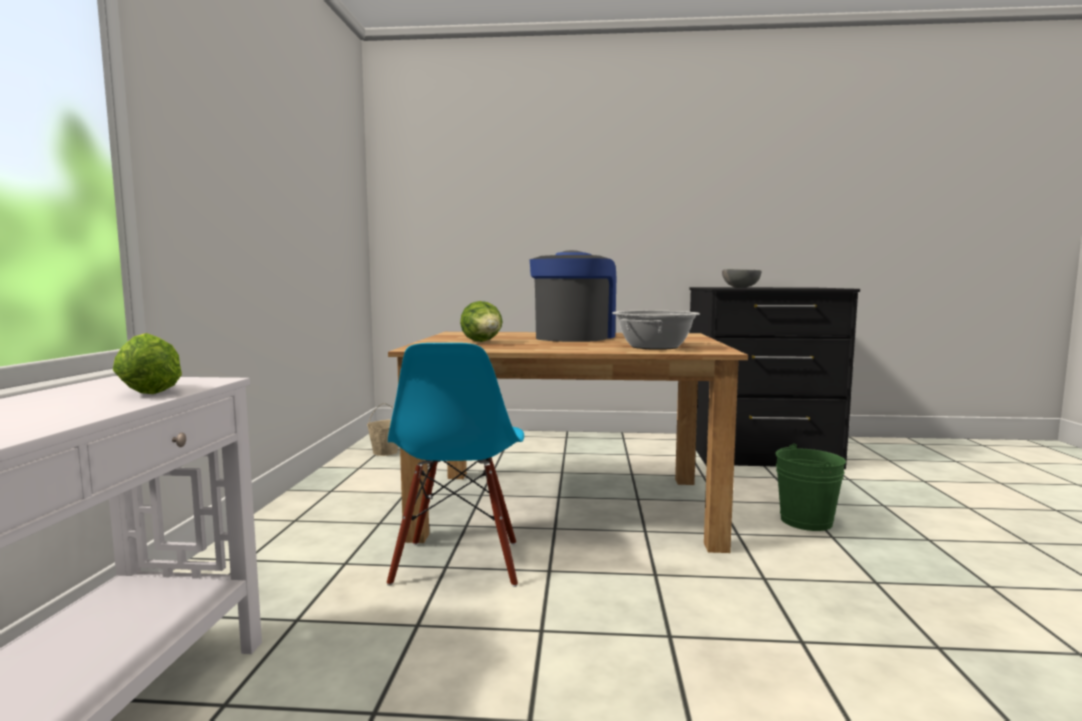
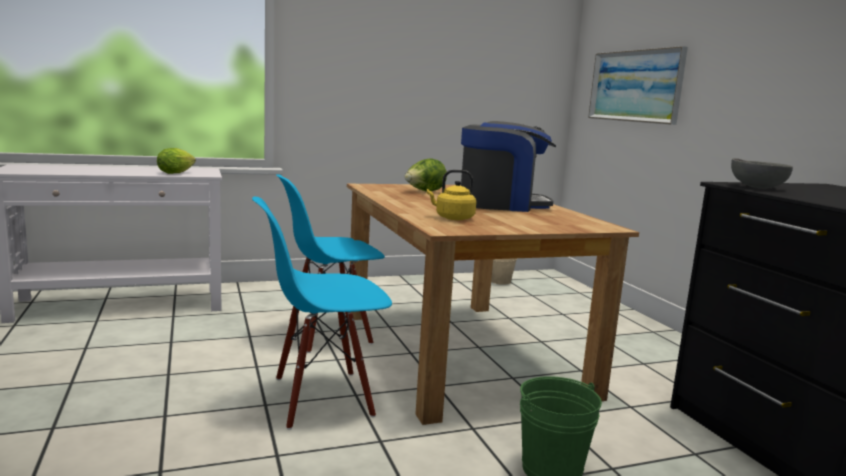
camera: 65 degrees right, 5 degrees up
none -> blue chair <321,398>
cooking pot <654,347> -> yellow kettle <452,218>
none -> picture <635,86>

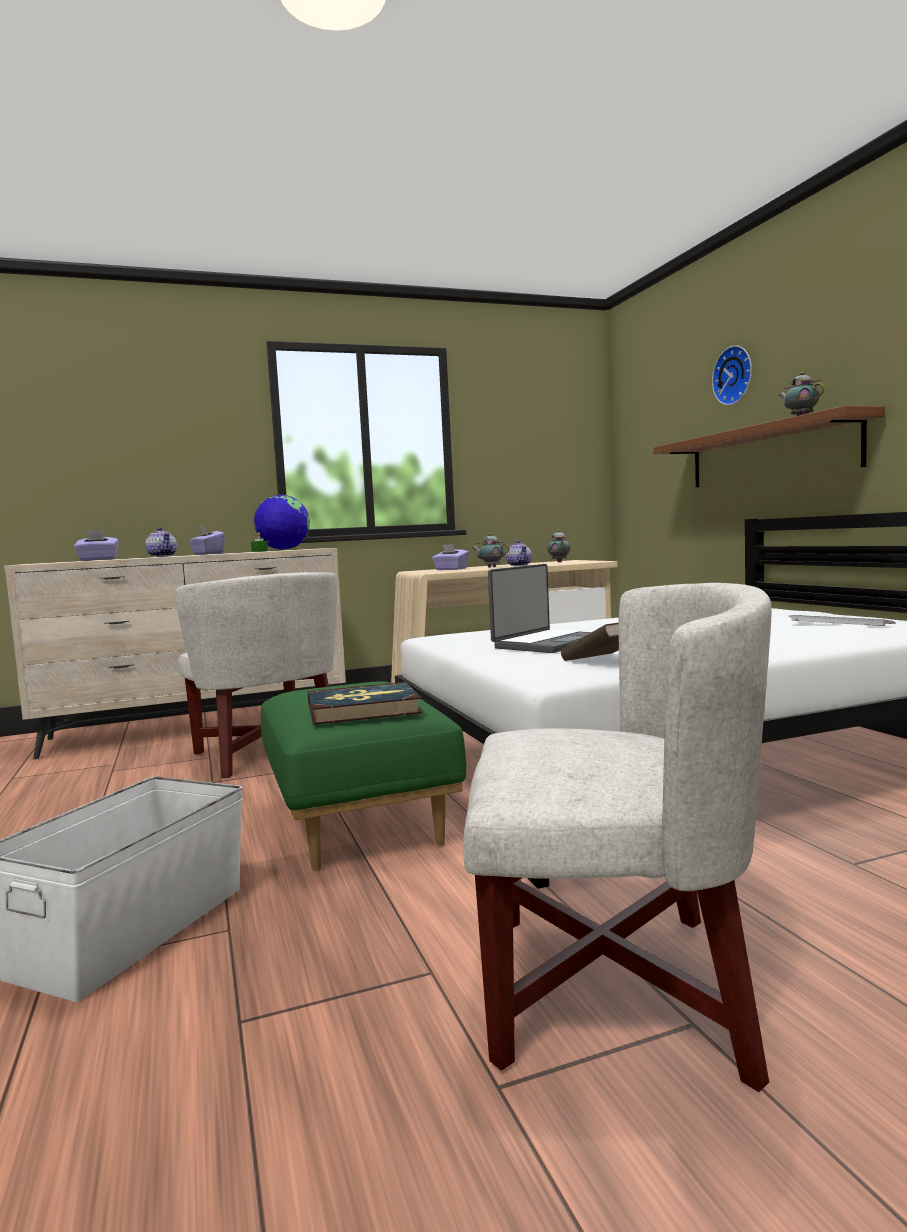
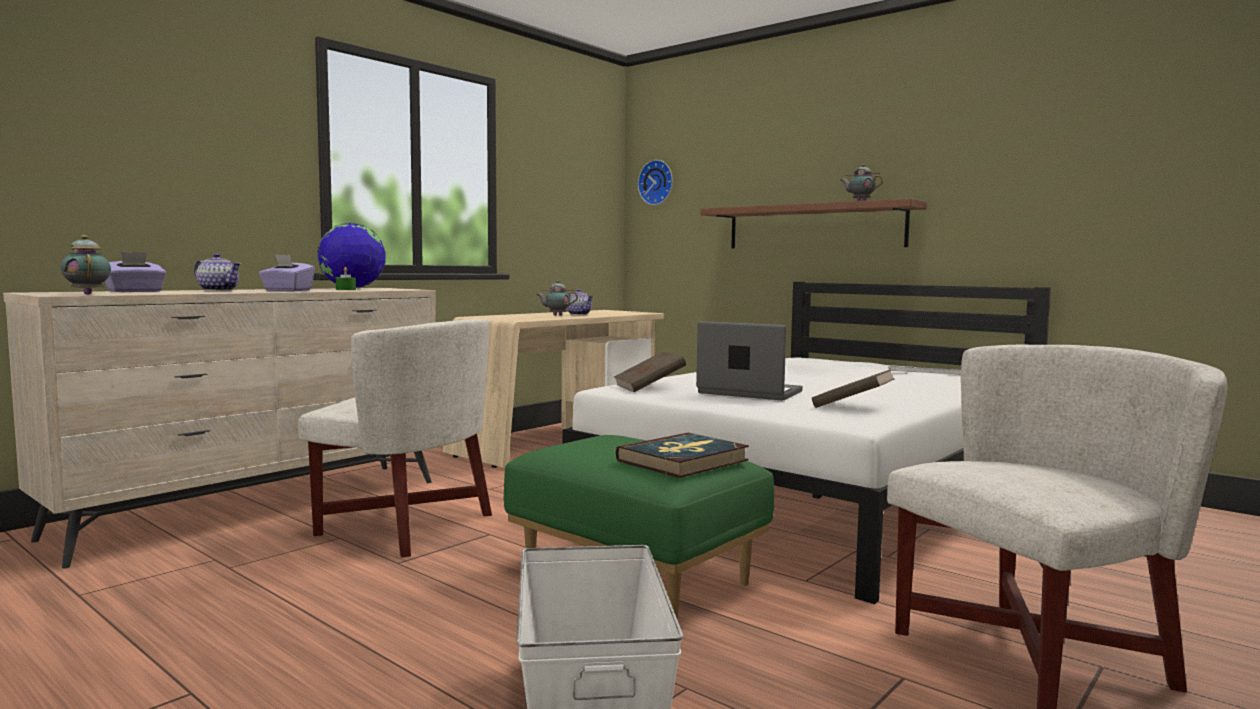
camera: 30 degrees left, 0 degrees up
teapot <559,562> -> teapot <88,294>, shifted
none -> brown book <649,387>
wall clock <735,375> -> wall clock <657,182>, shifted
laptop <548,643> -> laptop <749,393>, 75 degrees counterclockwise
purple tissue box <451,569> -> none

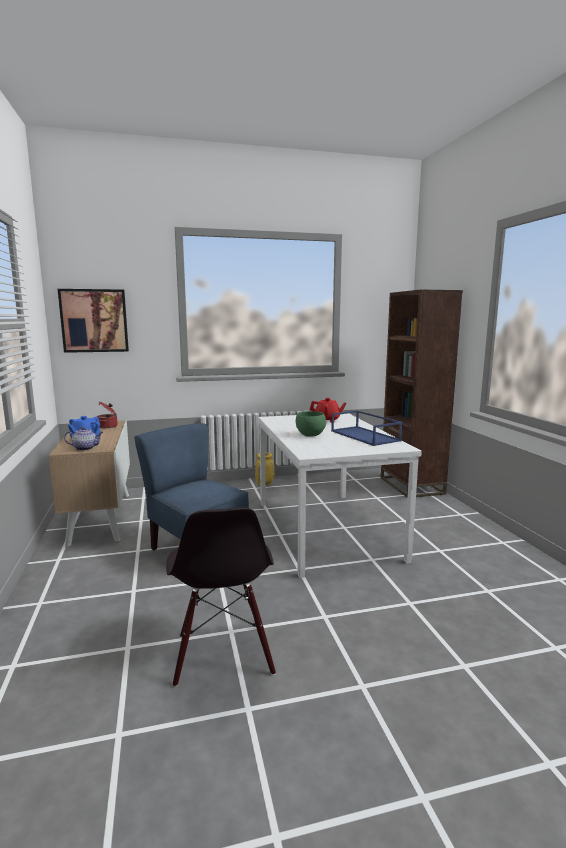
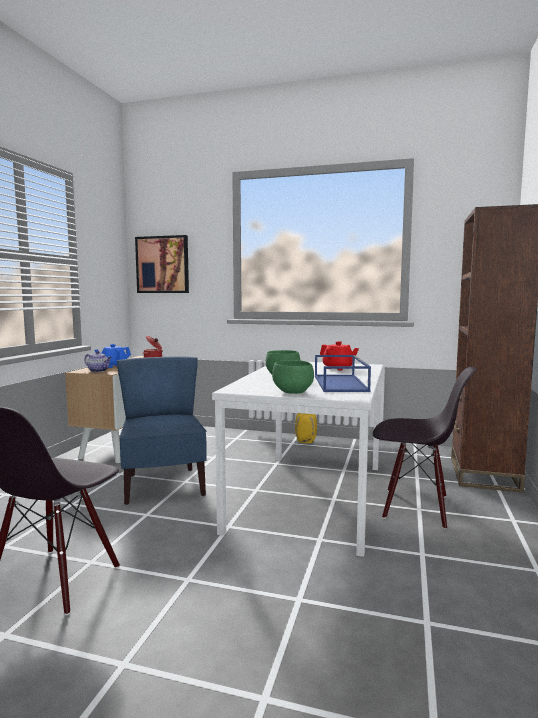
camera: 30 degrees right, 5 degrees down
none -> green bowl <294,392>
none -> black chair <416,507>

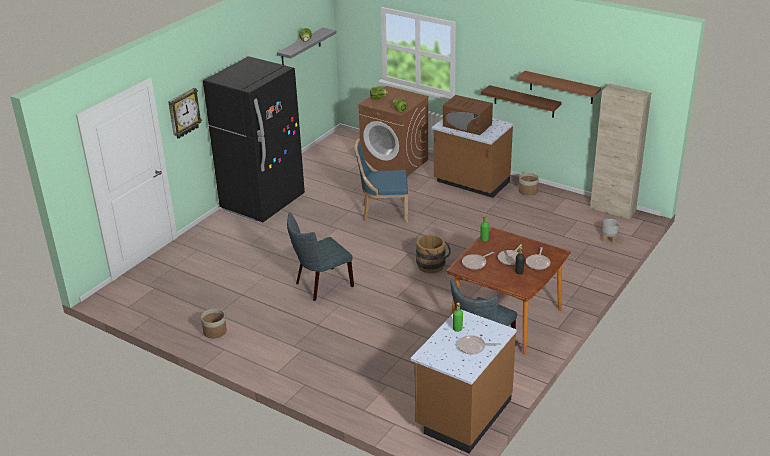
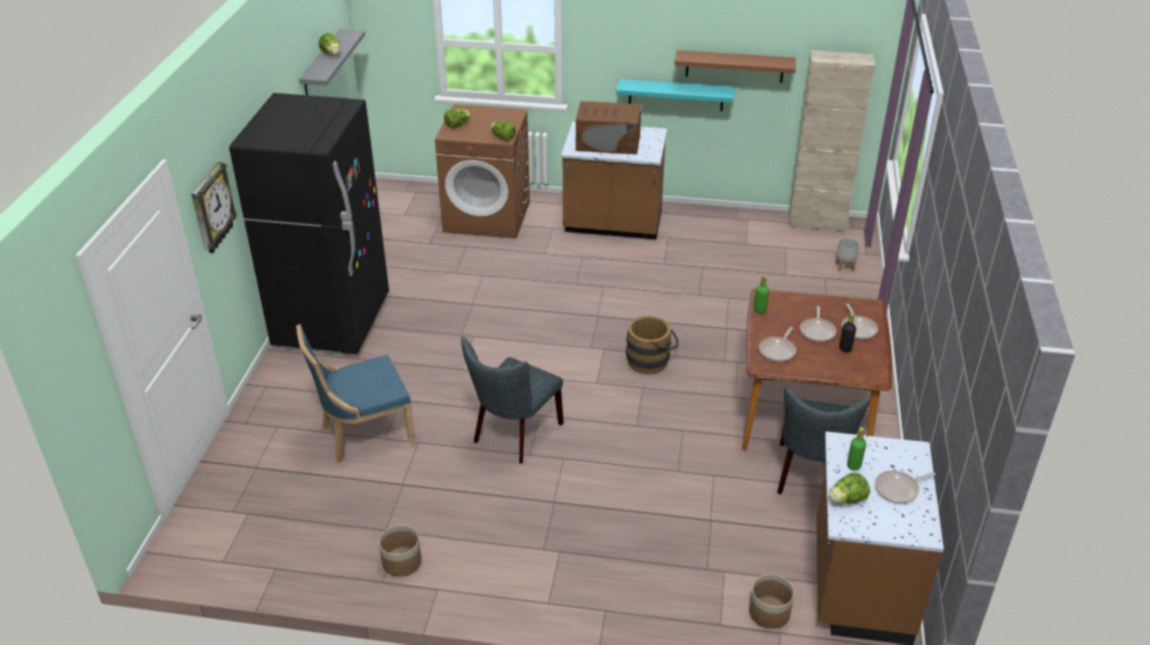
camera: 25 degrees left, 5 degrees up
blue chair <383,212> -> blue chair <364,435>, shifted
brown shelf <524,101> -> turquoise shelf <676,95>
planter <528,191> -> planter <769,613>, shifted
none -> lettuce <847,500>

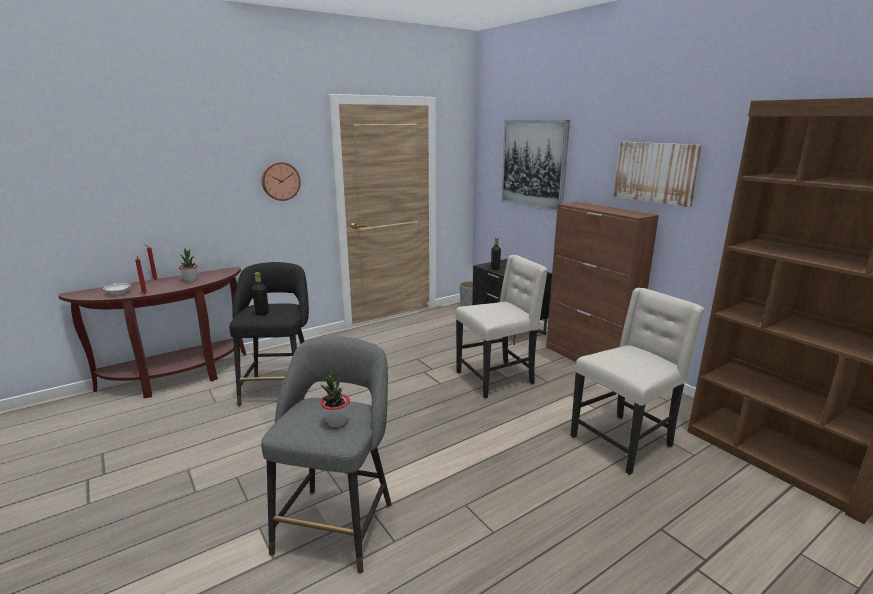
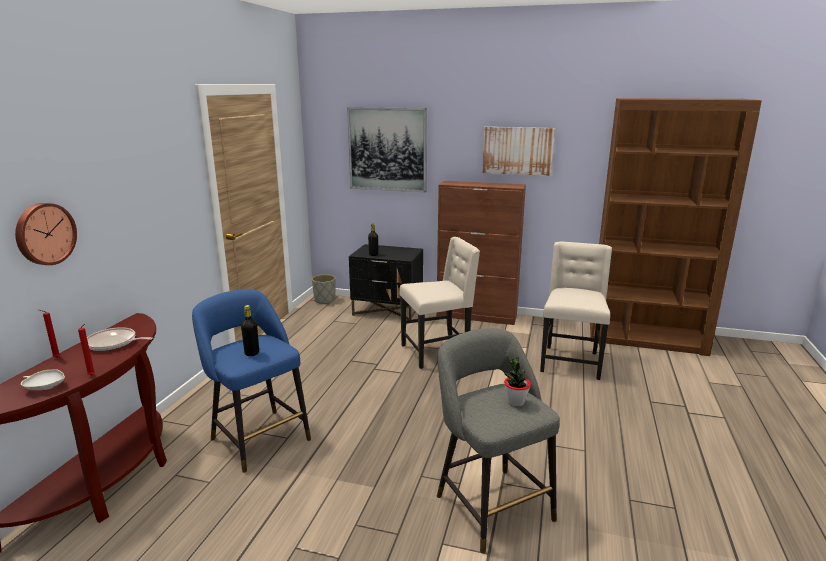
camera: 40 degrees left, 0 degrees up
wall clock <280,181> -> wall clock <44,234>, shifted
potted plant <190,280> -> frying pan <113,343>
black stool <279,387> -> blue stool <258,437>
beige chair <496,378> -> beige chair <437,352>, 45 degrees clockwise

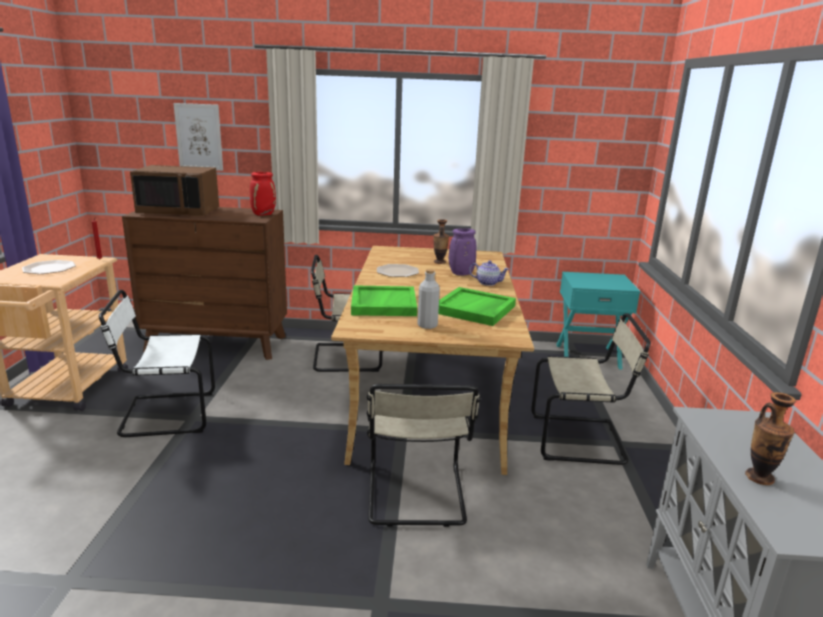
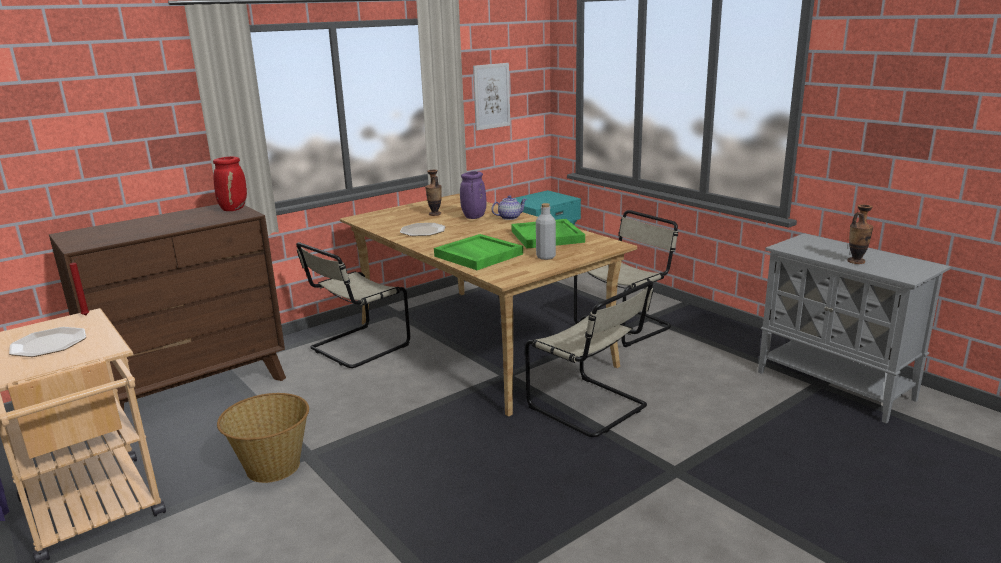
camera: 40 degrees left, 0 degrees up
white chair <164,414> -> basket <272,467>
picture <199,137> -> picture <491,96>, shifted
brown microwave <179,211> -> none

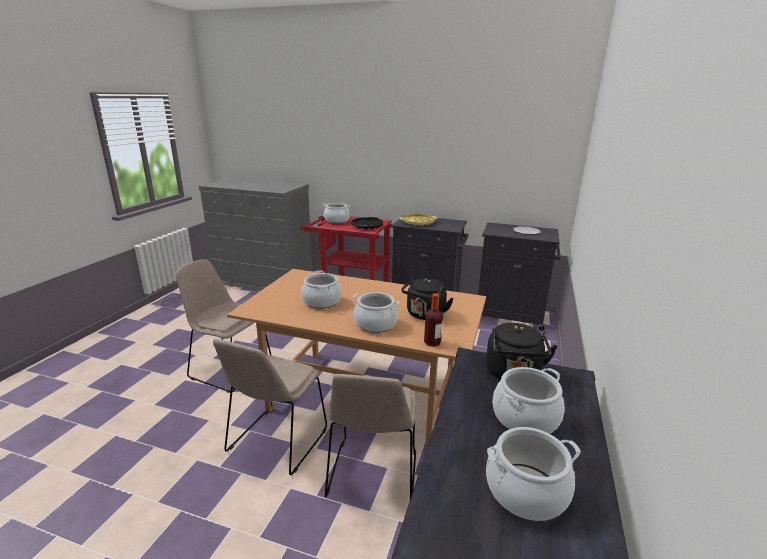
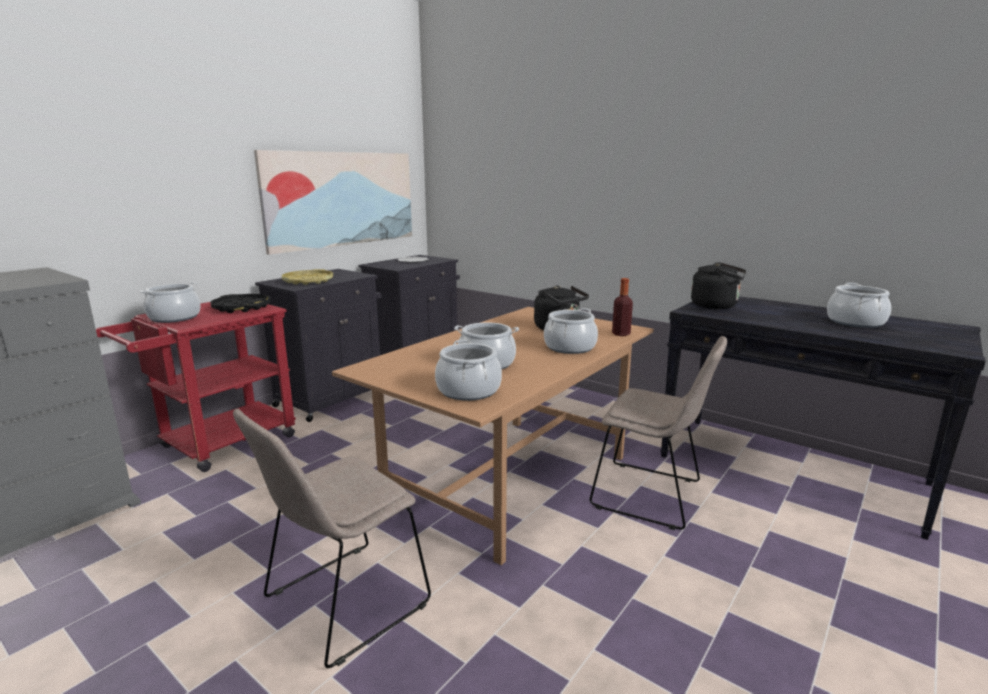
camera: 70 degrees left, 5 degrees down
none -> picture <342,199>
cooking pot <524,418> -> cooking pot <468,390>, shifted
beige chair <276,442> -> none

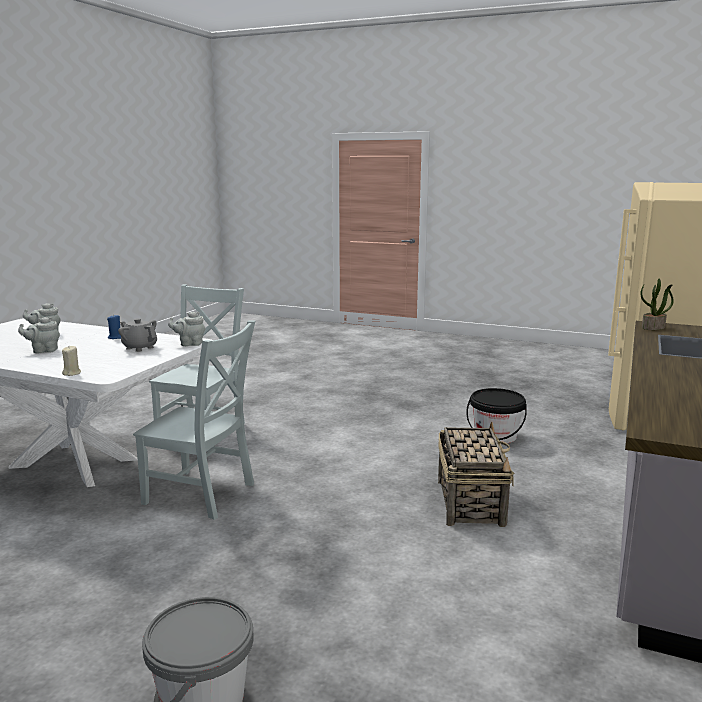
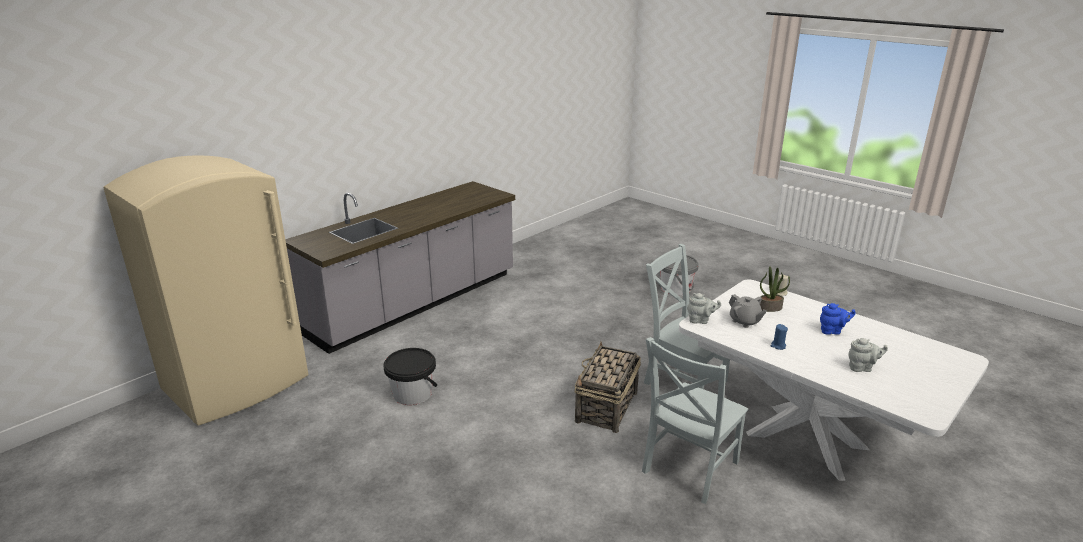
camera: 160 degrees left, 10 degrees up
basket <470,502> -> basket <606,407>, shifted
potted plant <653,328> -> potted plant <770,308>, shifted
grey teapot <43,351> -> blue teapot <832,331>

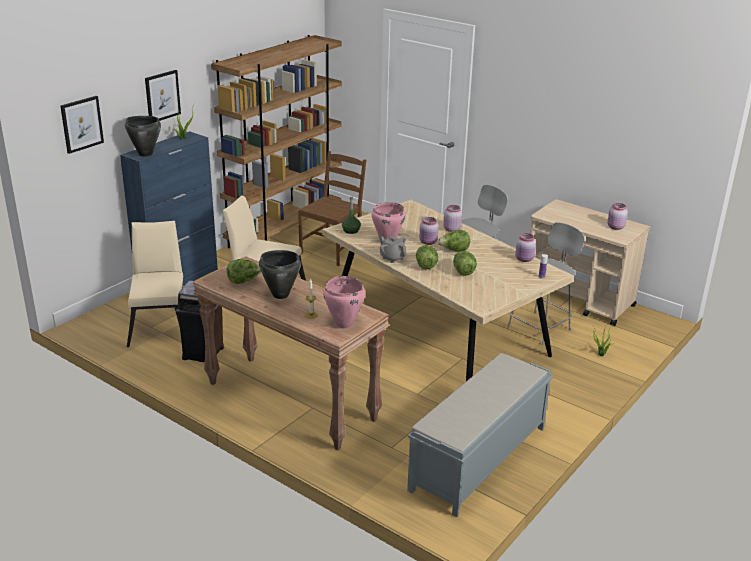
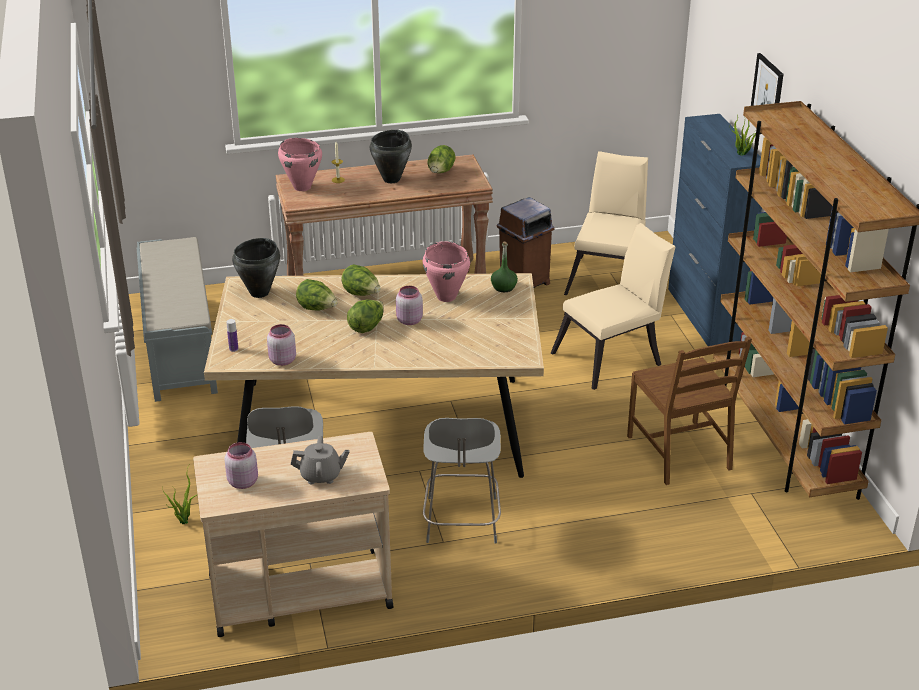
camera: 130 degrees right, 5 degrees up
black cooking pot <145,154> -> black cooking pot <260,293>, shifted
grey teapot <392,258> -> grey teapot <321,476>, shifted
beige chair <160,325> -> beige chair <608,277>, 105 degrees counterclockwise
picture <82,124> -> none
pink jar <451,229> -> none

